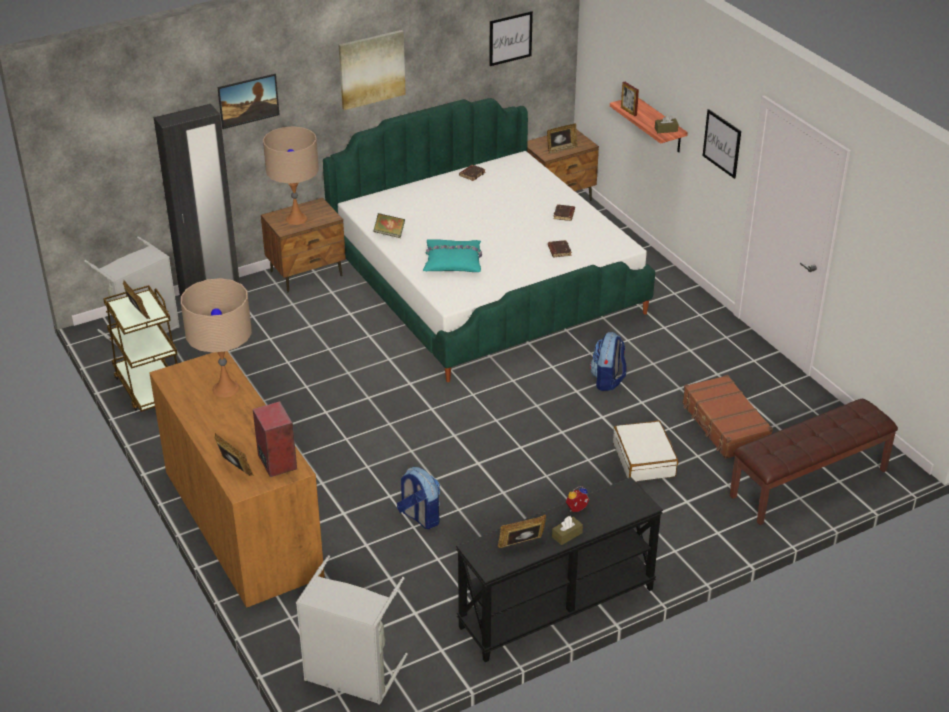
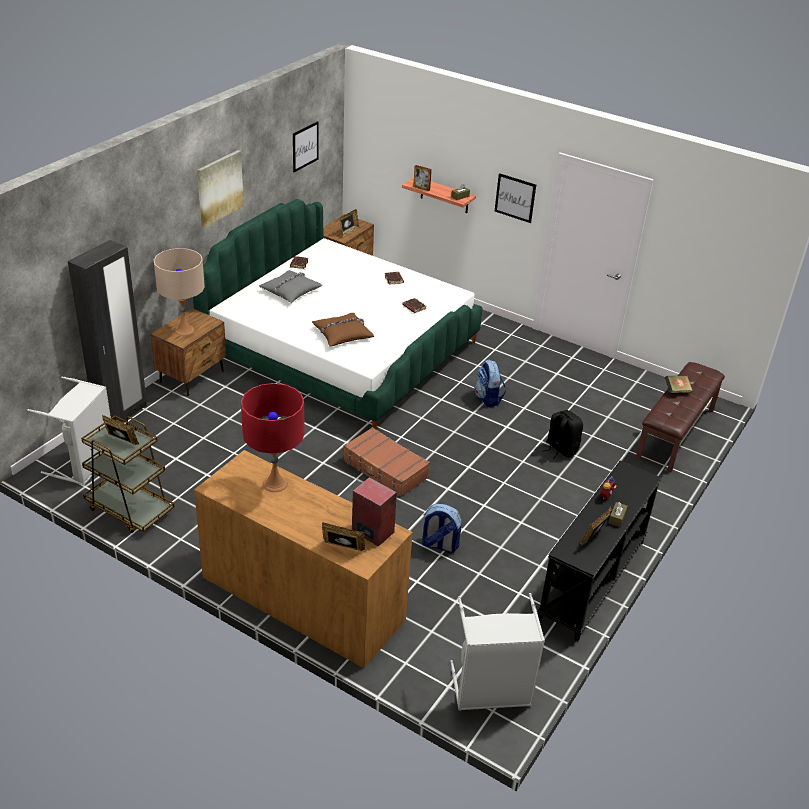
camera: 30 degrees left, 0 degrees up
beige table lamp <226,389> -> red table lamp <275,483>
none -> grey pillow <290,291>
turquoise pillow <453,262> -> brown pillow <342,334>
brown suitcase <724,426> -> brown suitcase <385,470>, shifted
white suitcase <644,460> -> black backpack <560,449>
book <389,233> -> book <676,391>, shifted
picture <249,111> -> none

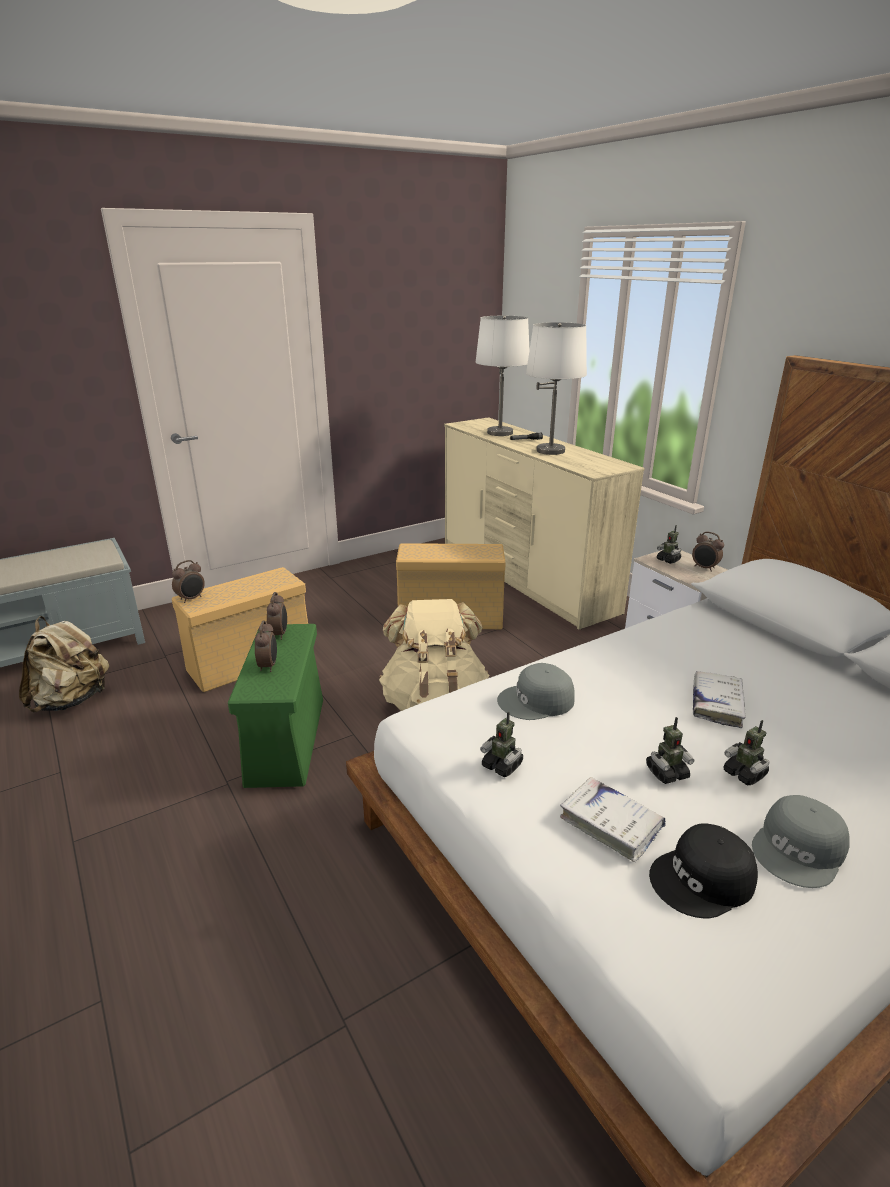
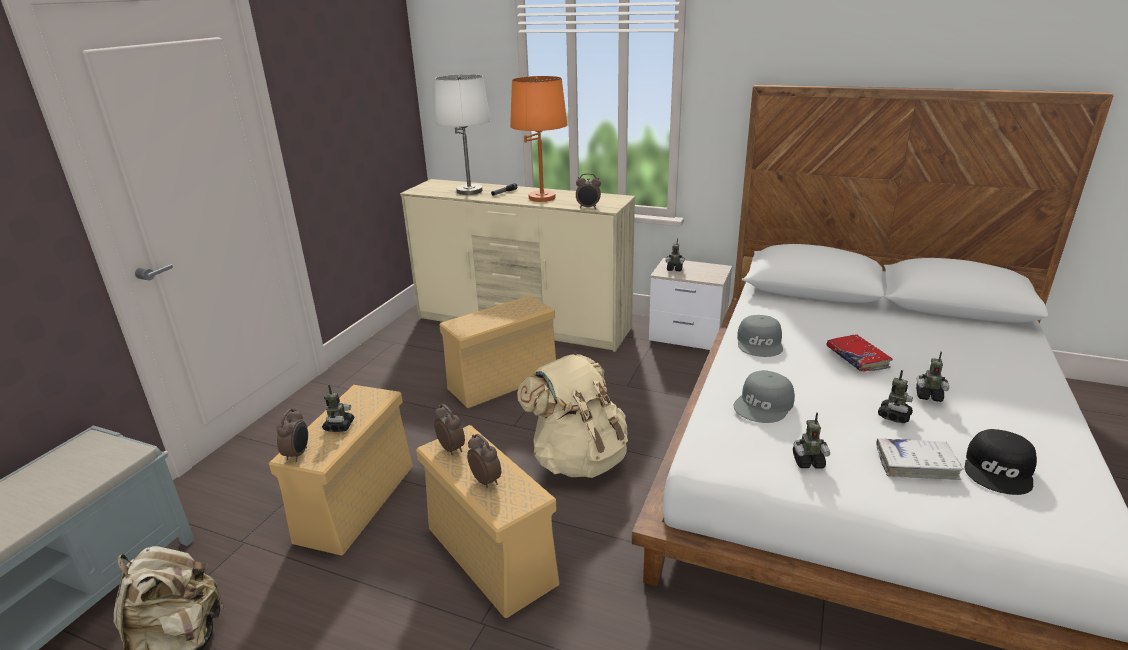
camera: 35 degrees left, 0 degrees up
none -> toy robot <339,426>
green storage box <286,739> -> beige storage box <489,554>
white table lamp <550,450> -> orange table lamp <541,197>
alarm clock <704,568> -> alarm clock <588,208>, shifted
grey cap <800,849> -> grey cap <760,343>, shifted
white book <716,704> -> red book <857,358>

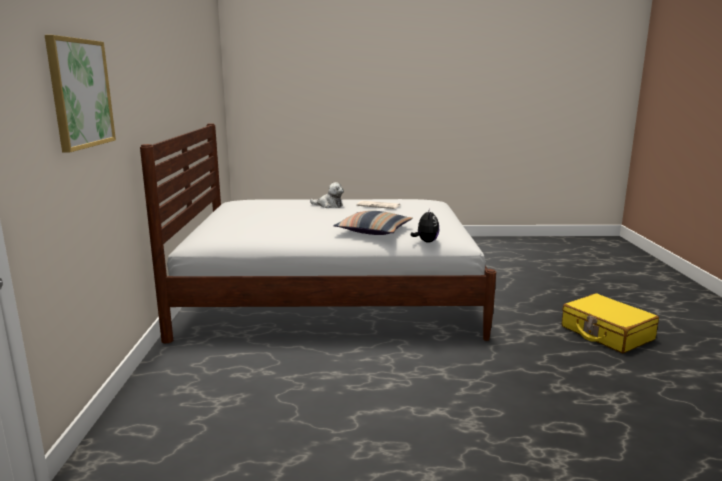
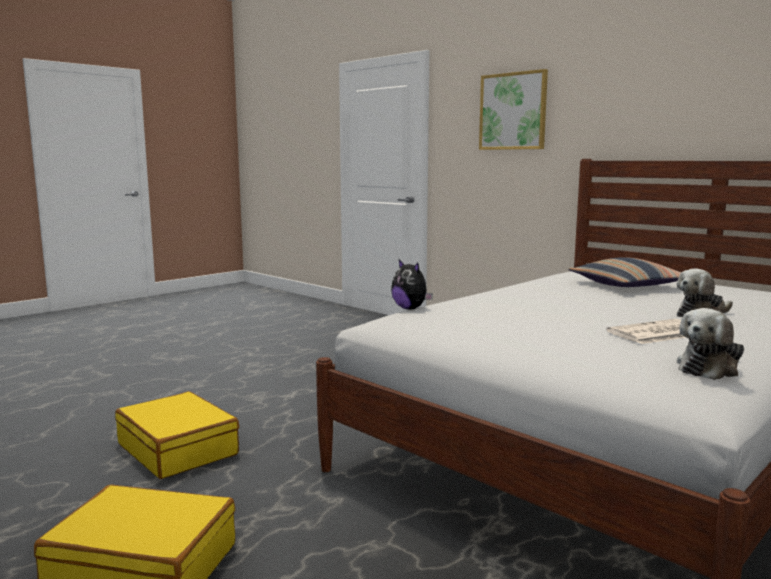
camera: 135 degrees right, 5 degrees down
none -> yellow suitcase <178,449>
pillow <374,231> -> pillow <627,285>, shifted
none -> plush toy <709,368>

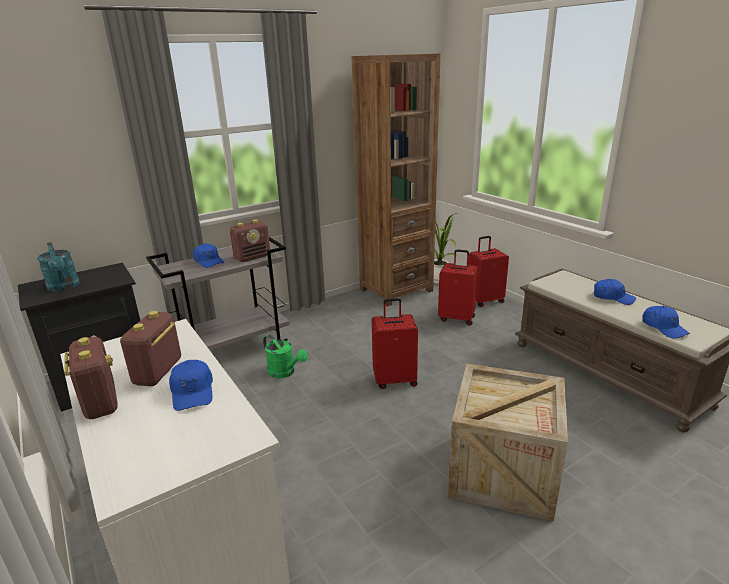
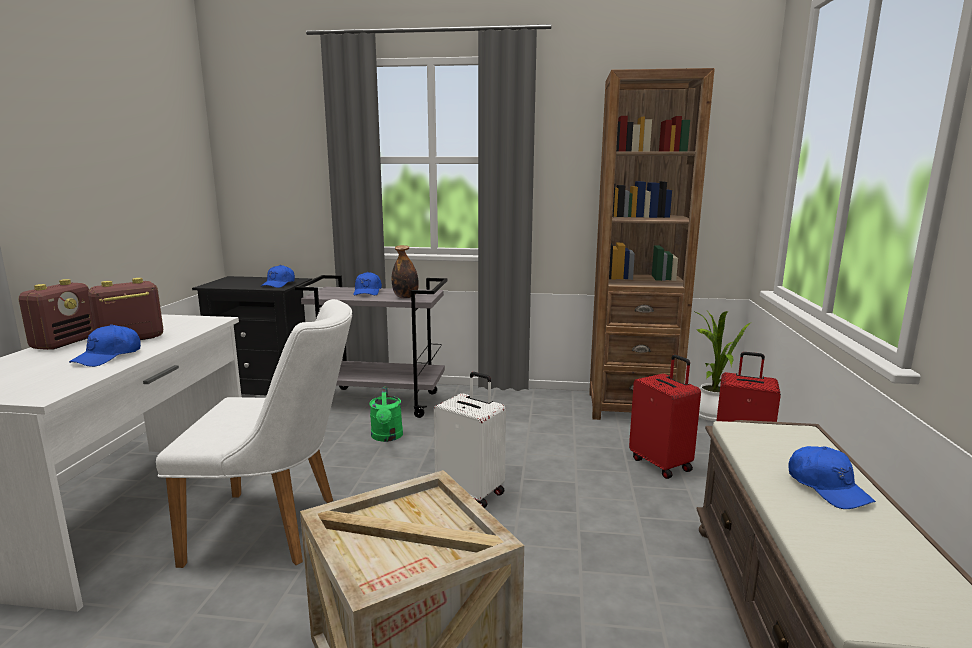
camera: 40 degrees right, 10 degrees down
none -> white chair <278,528>
blue cap <664,328> -> blue cap <279,284>, shifted
radio <252,257> -> bottle <405,297>
red suitcase <395,379> -> white suitcase <472,492>
turquoise watering can <64,287> -> none

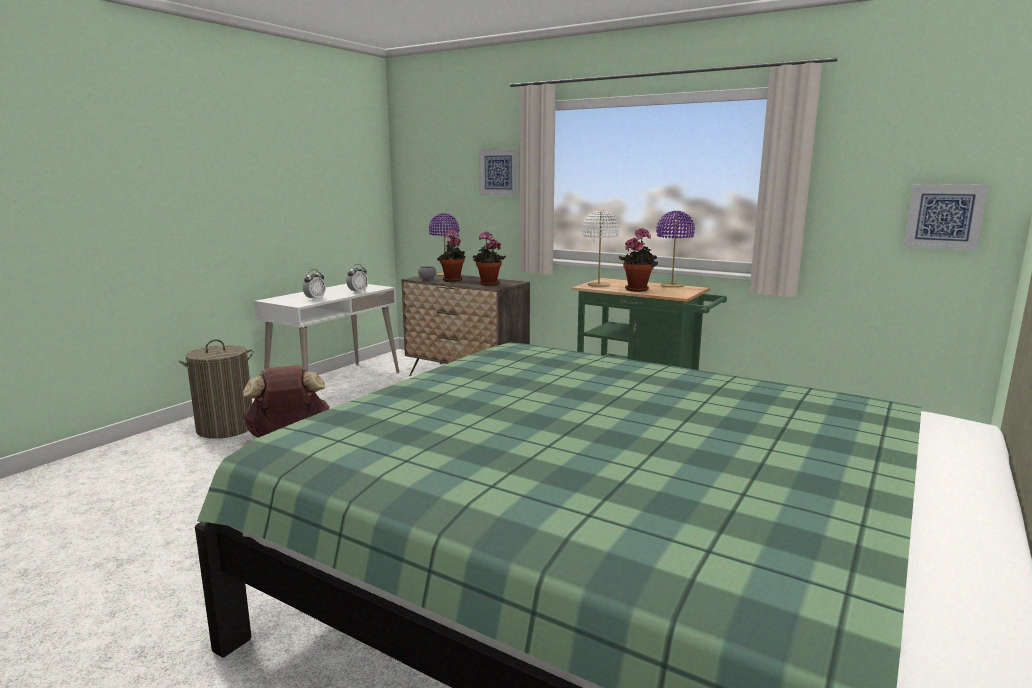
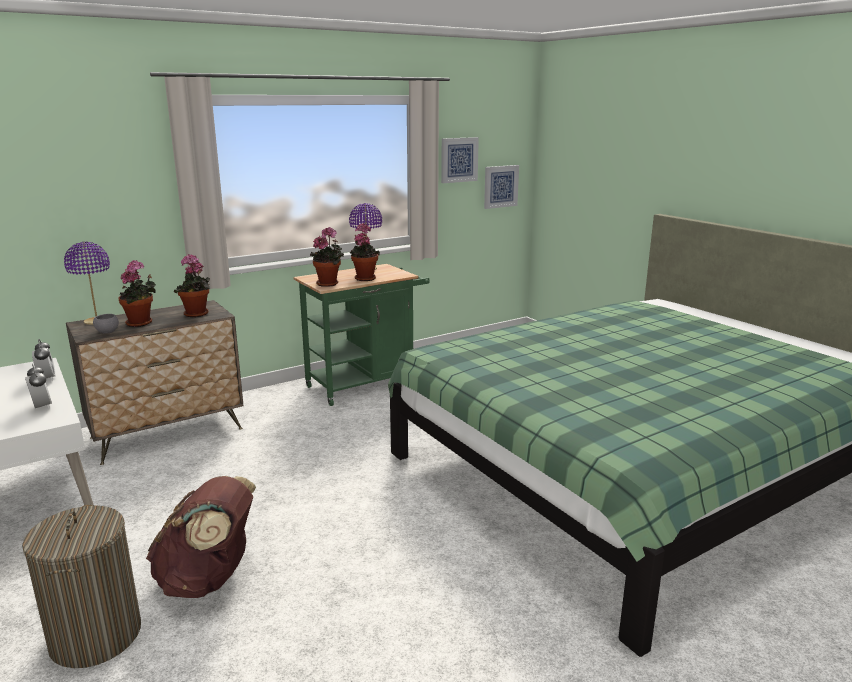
camera: 65 degrees left, 5 degrees up
white table lamp <599,285> -> potted plant <329,283>
picture <499,172> -> picture <459,160>, shifted

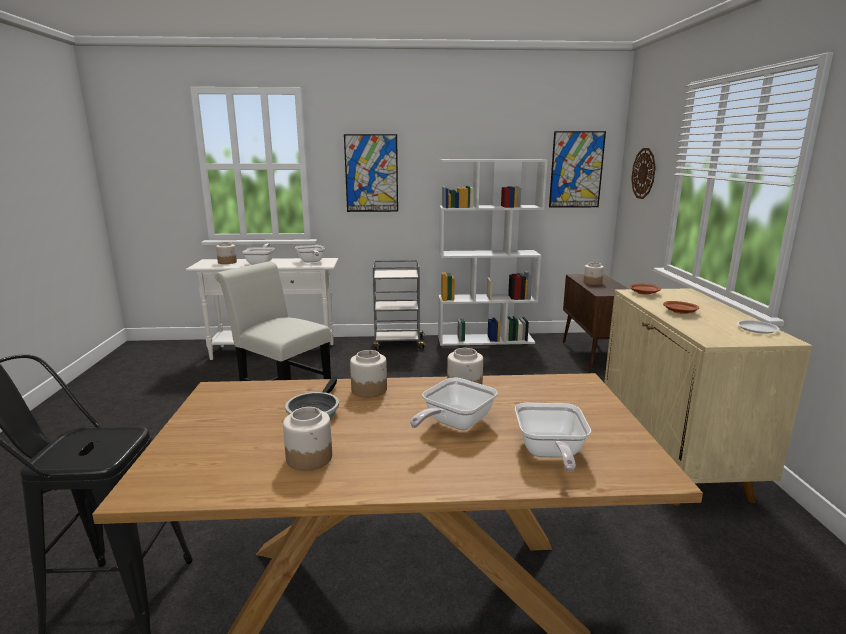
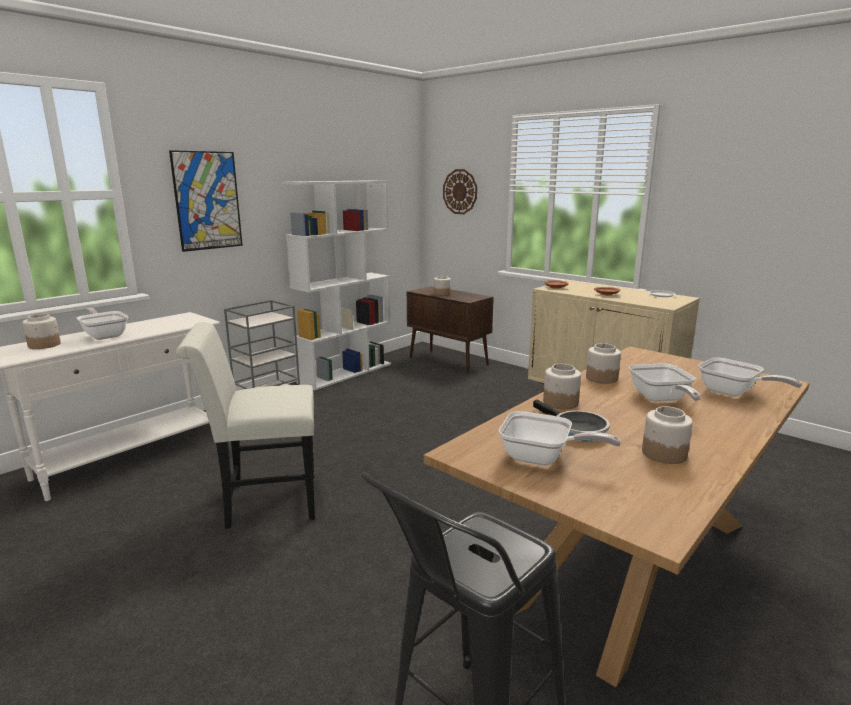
camera: 45 degrees left, 0 degrees up
frying pan <311,262> -> frying pan <542,458>, shifted
picture <576,170> -> none

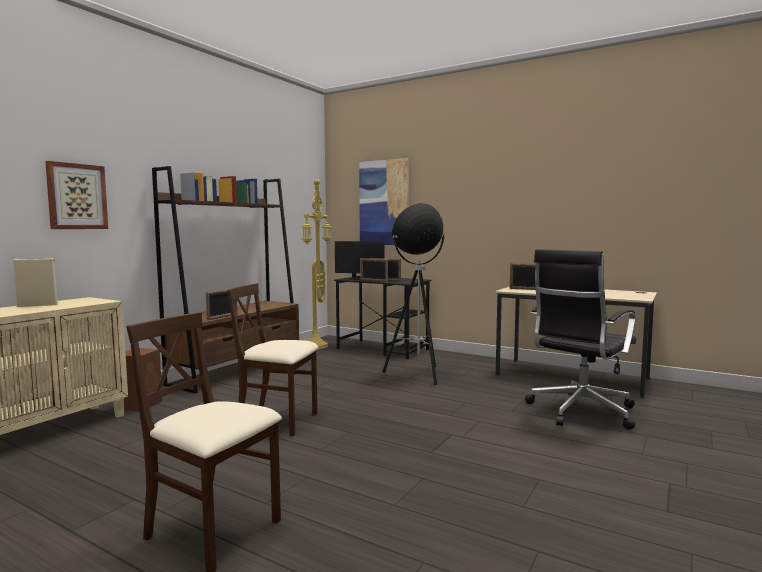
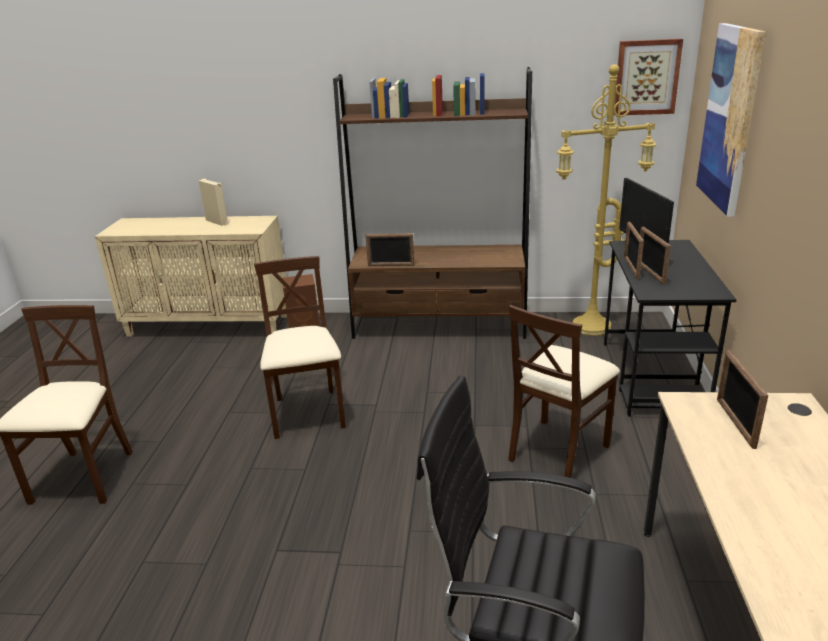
camera: 65 degrees right, 20 degrees up
floor lamp <418,375> -> beige chair <557,451>
picture <76,196> -> picture <646,77>, shifted

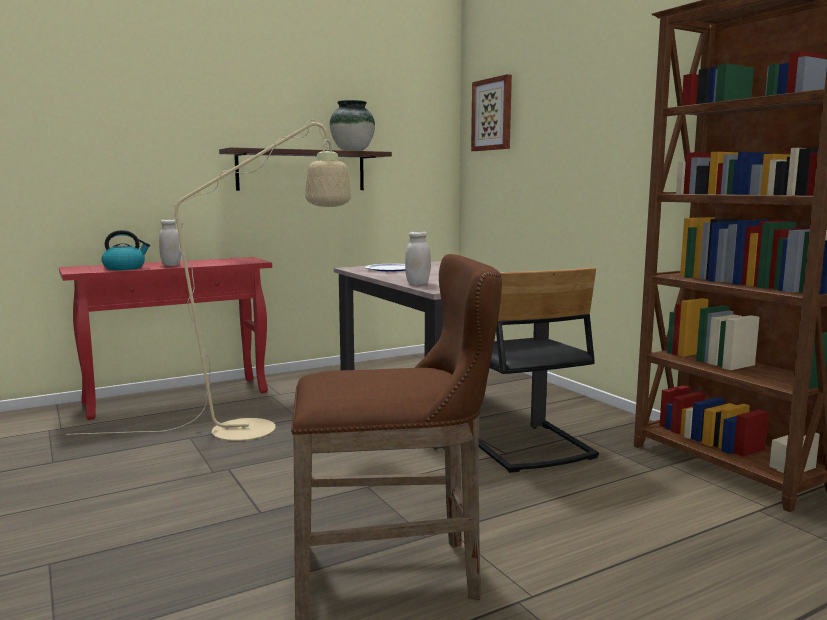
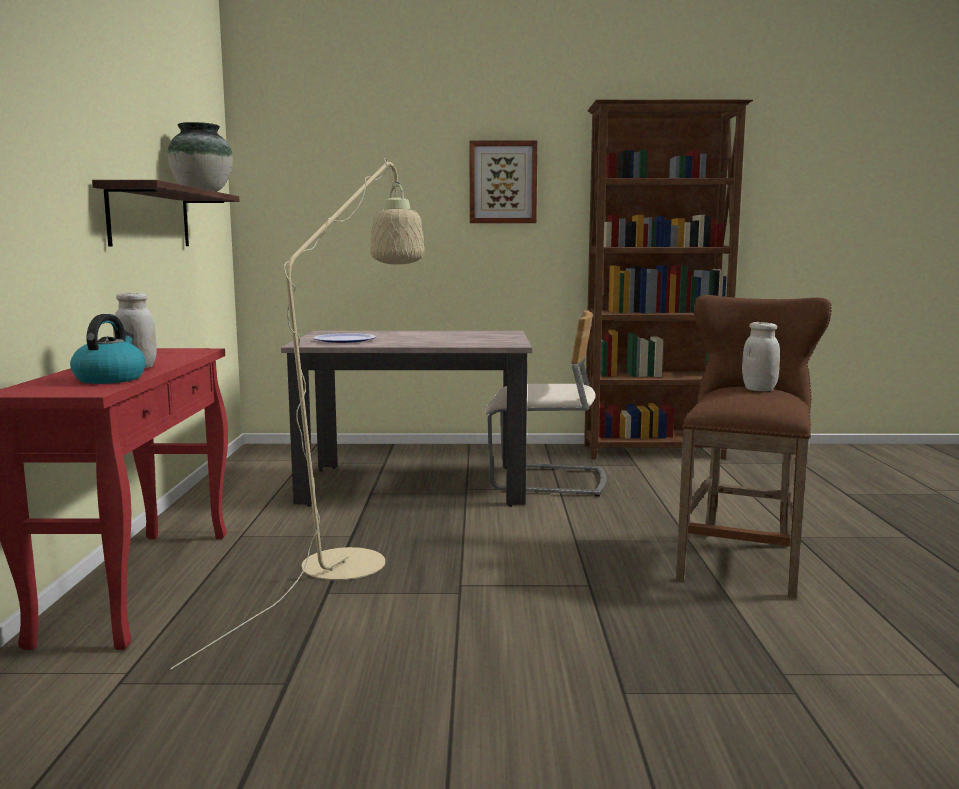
camera: 60 degrees left, 0 degrees up
picture <492,114> -> picture <503,182>, shifted
black chair <522,444> -> beige chair <547,481>
white jar <418,284> -> white jar <759,389>, shifted

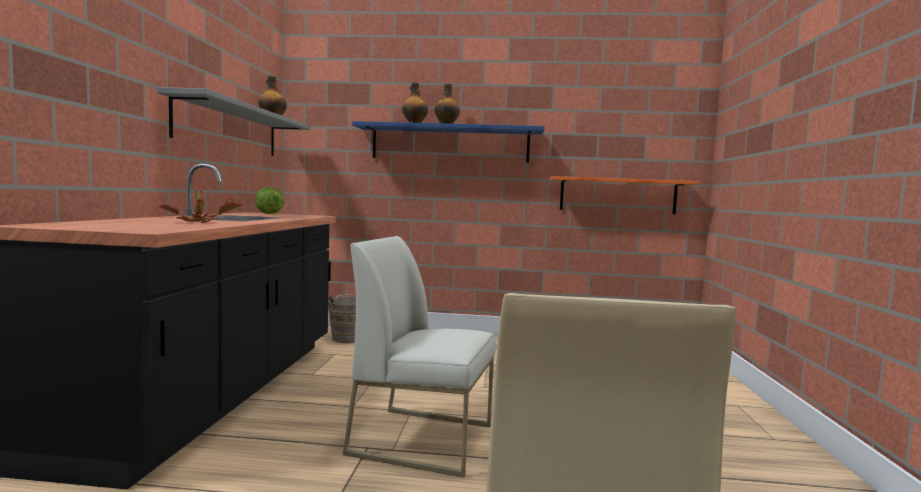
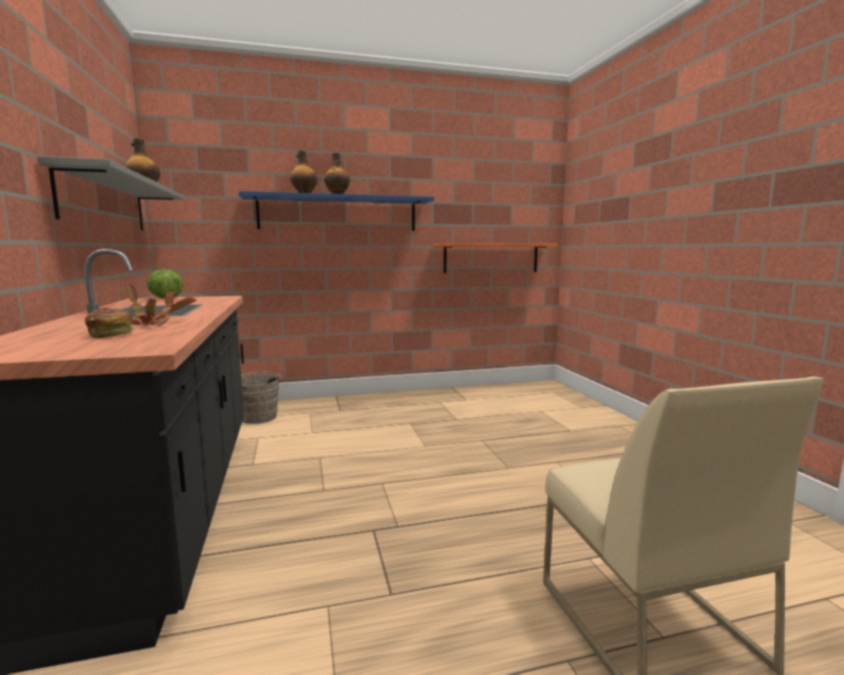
camera: 20 degrees left, 5 degrees up
none -> bread <111,334>
white chair <423,439> -> none

